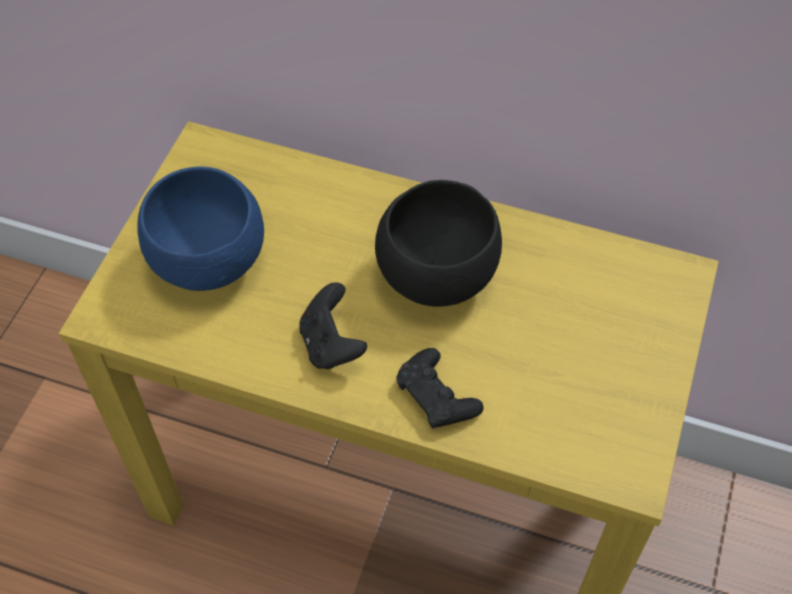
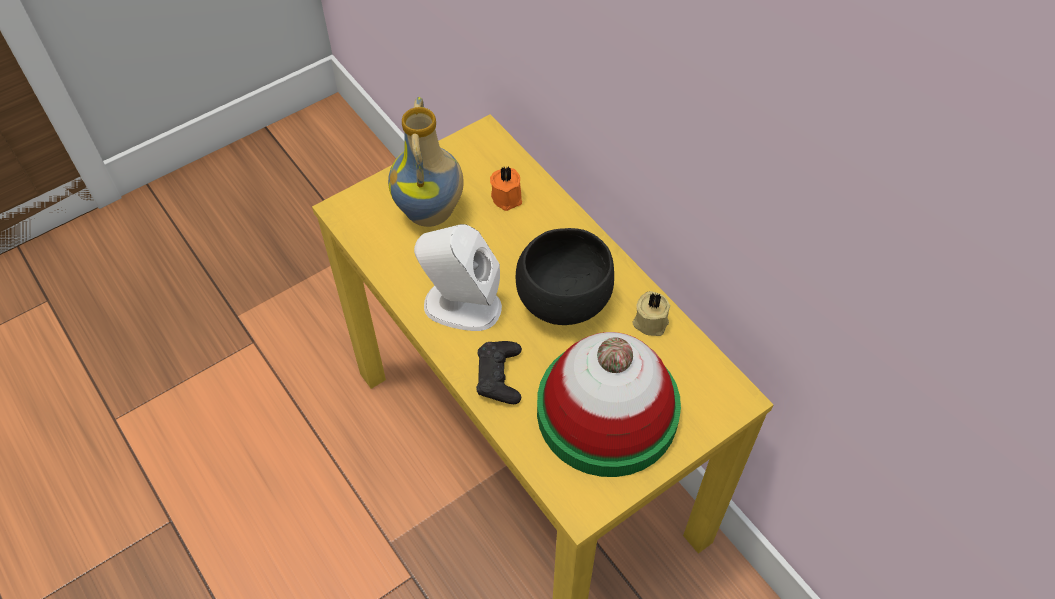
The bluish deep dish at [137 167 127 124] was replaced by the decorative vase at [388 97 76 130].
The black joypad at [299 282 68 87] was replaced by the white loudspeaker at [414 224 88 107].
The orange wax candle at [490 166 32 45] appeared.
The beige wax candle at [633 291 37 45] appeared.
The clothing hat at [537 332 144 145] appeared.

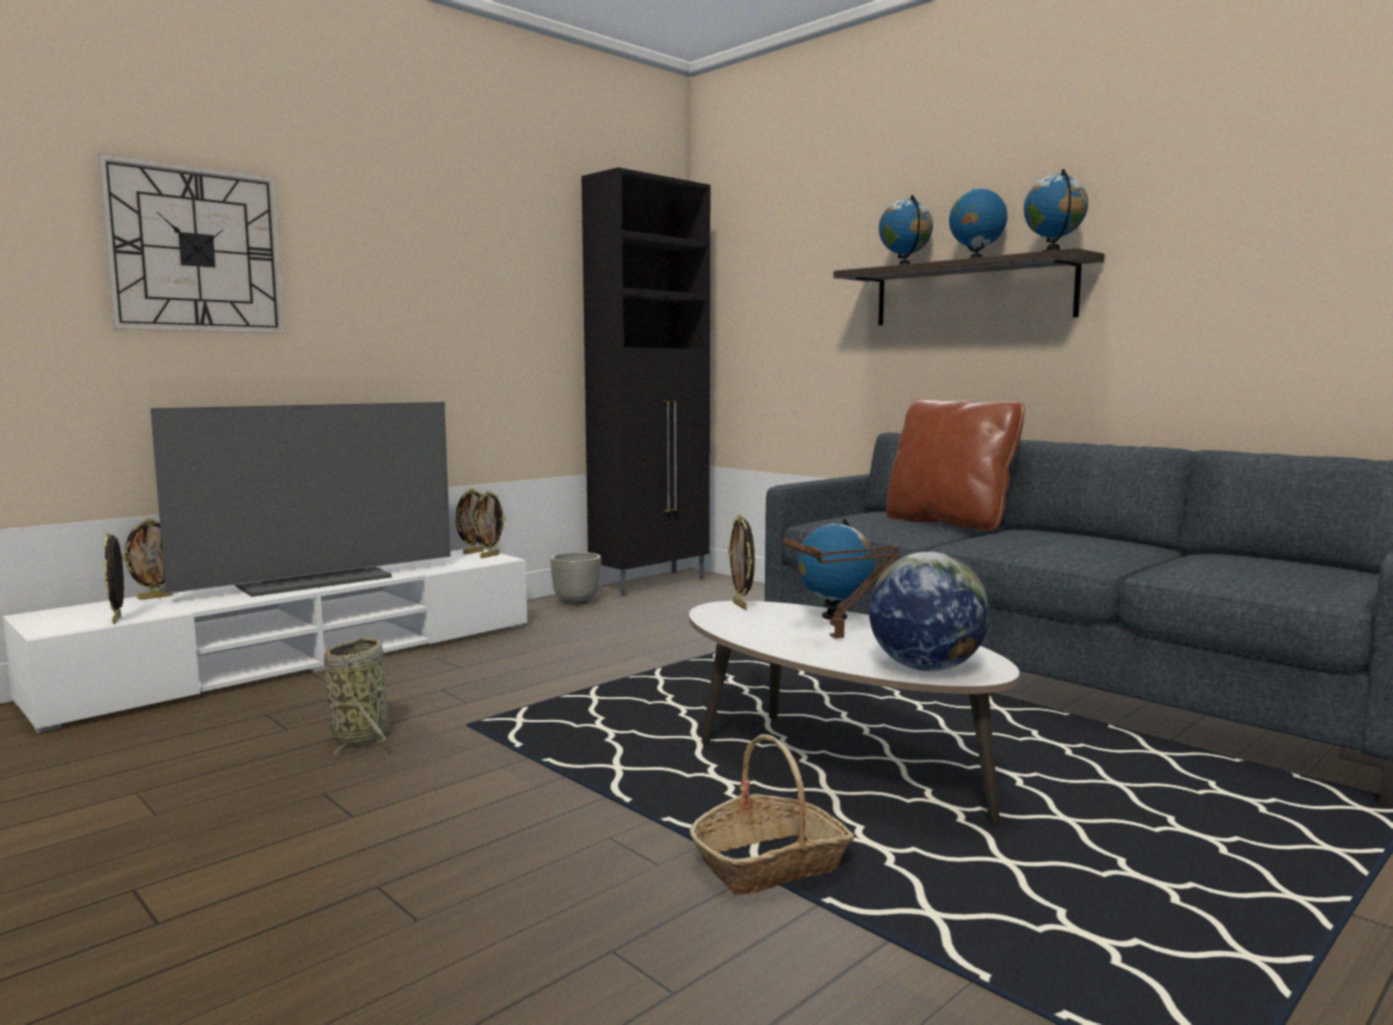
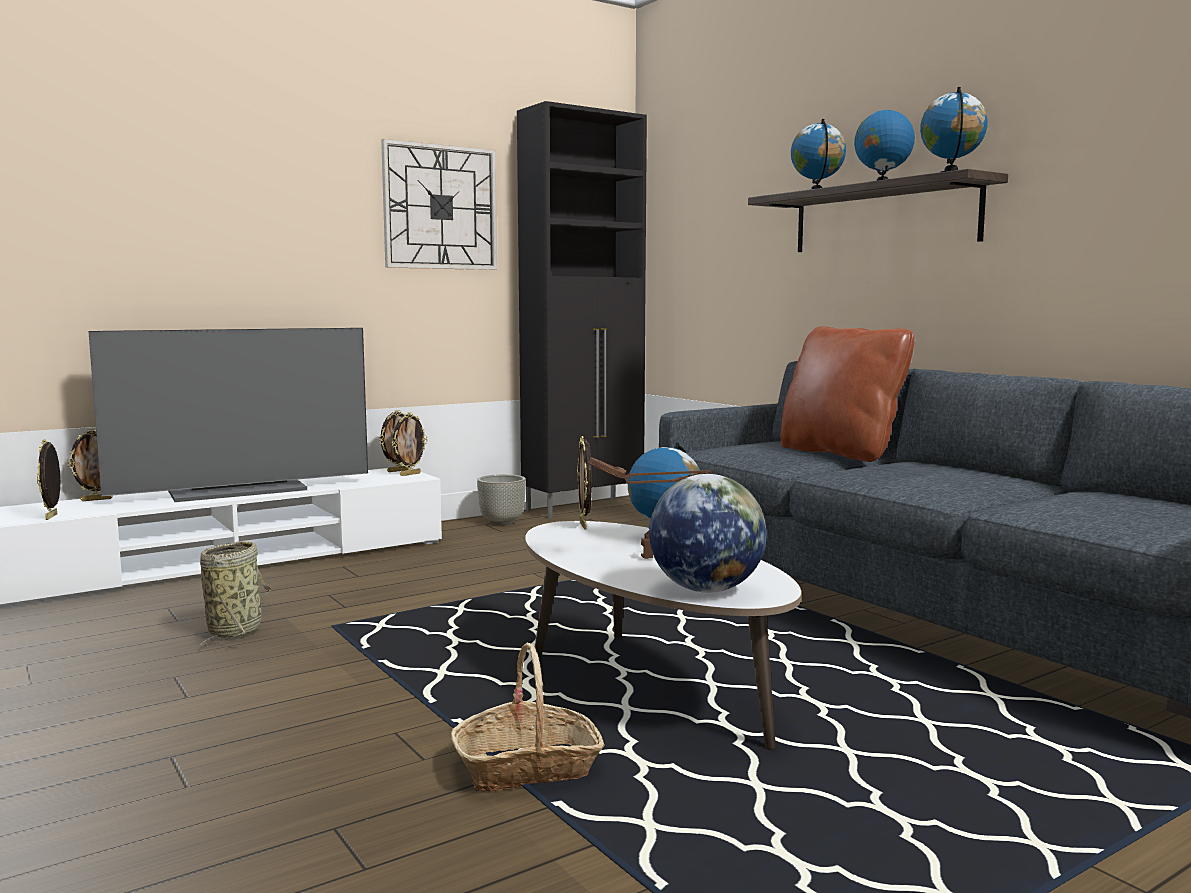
The clock on the wall moved from [97 153 188 181] to [381 139 116 131].

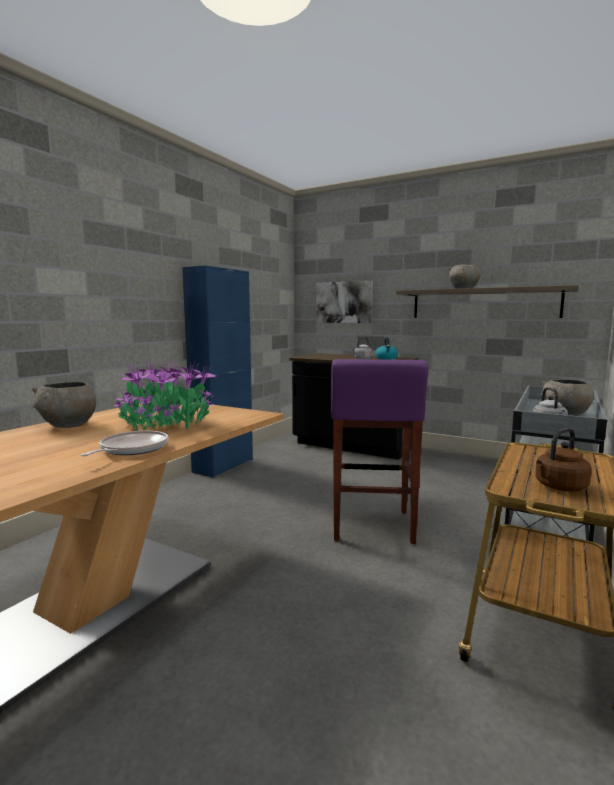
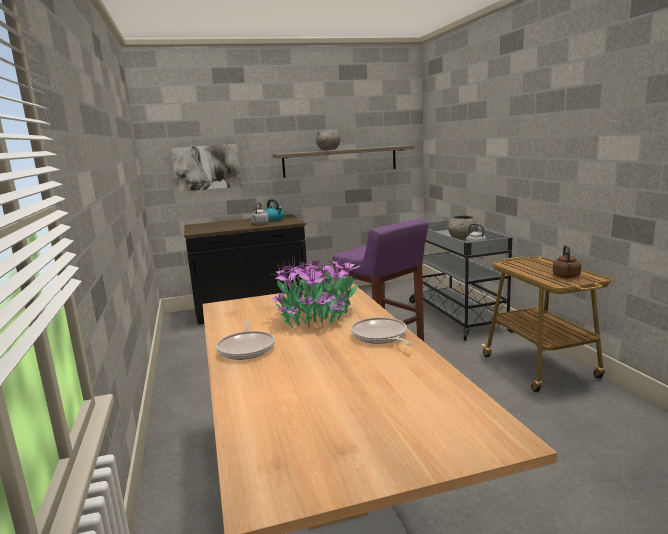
The bluish cupboard at [182 265 71 213] disappeared.
The greyish deep dish at [32 382 64 46] was replaced by the skillet at [216 319 59 41].

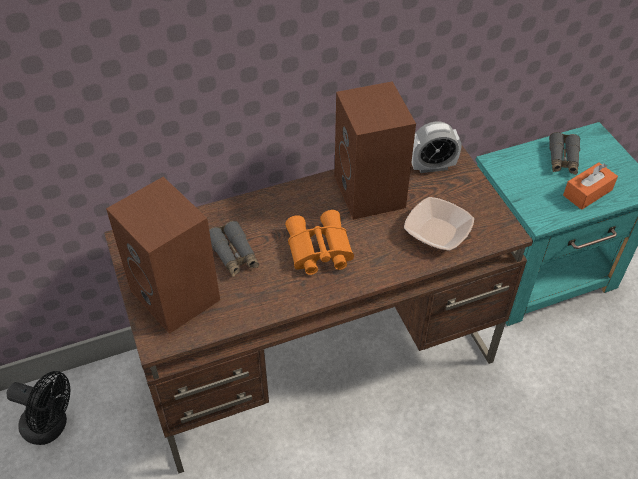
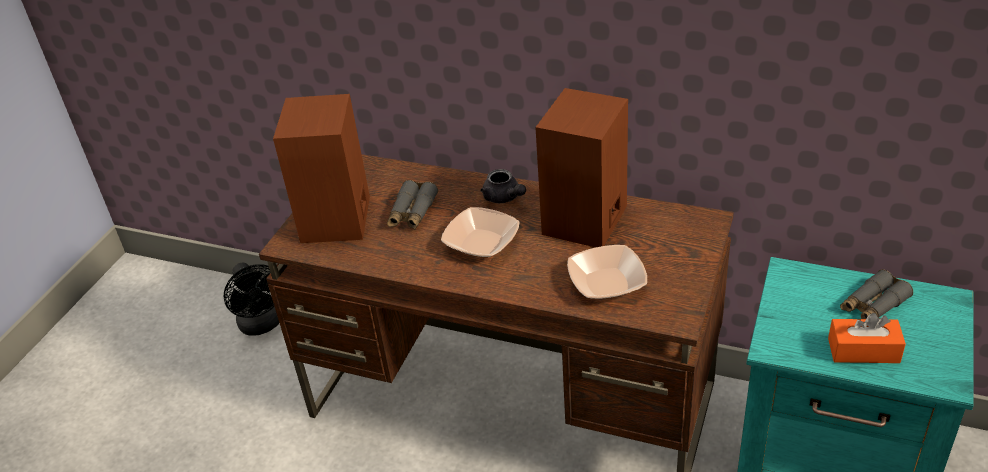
The alarm clock at [411 122 50 51] disappeared.
The orange field glasses at [285 210 69 65] was replaced by the deep dish at [441 207 79 51].
The greyish teapot at [480 169 46 34] appeared.

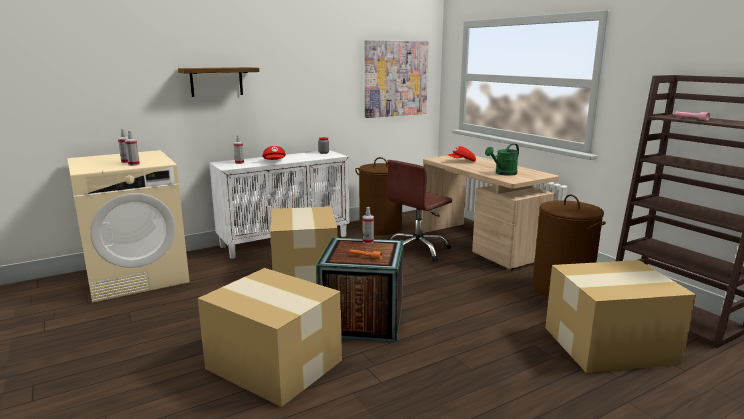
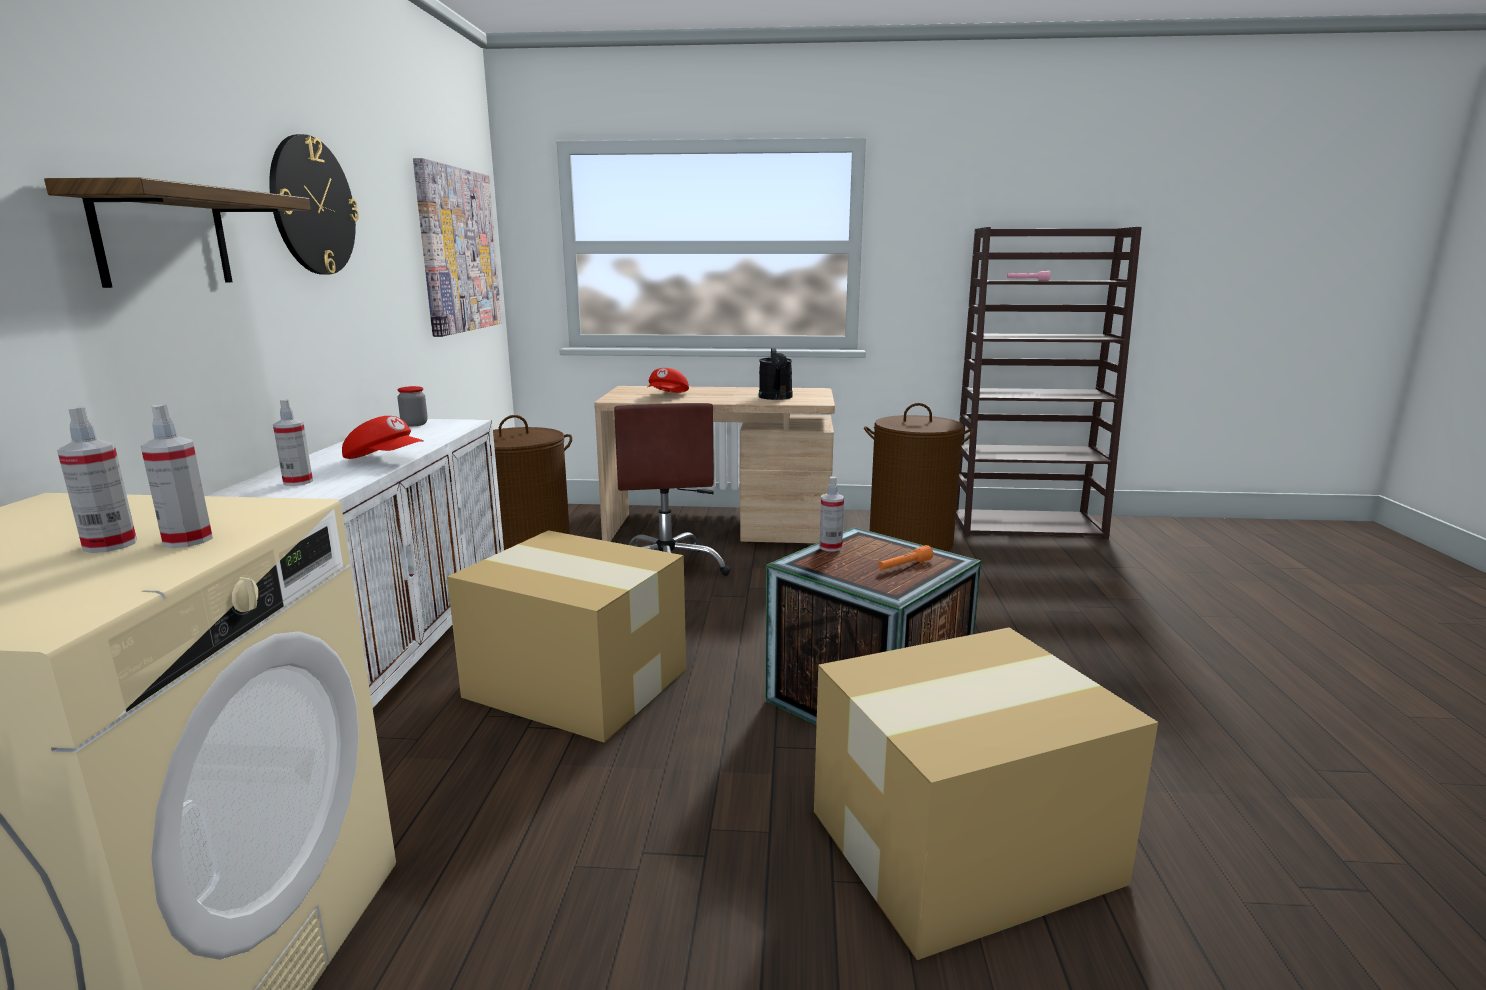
The green sprinkling can at [485 144 34 32] became the black sprinkling can at [759 347 33 53].
The carton at [545 260 151 113] disappeared.
The clock on the wall at [269 134 90 141] appeared.

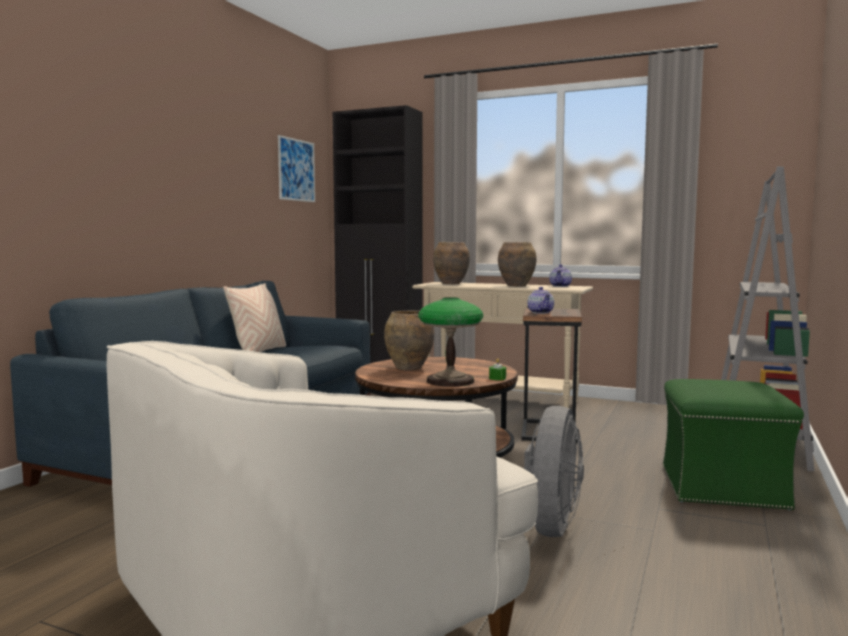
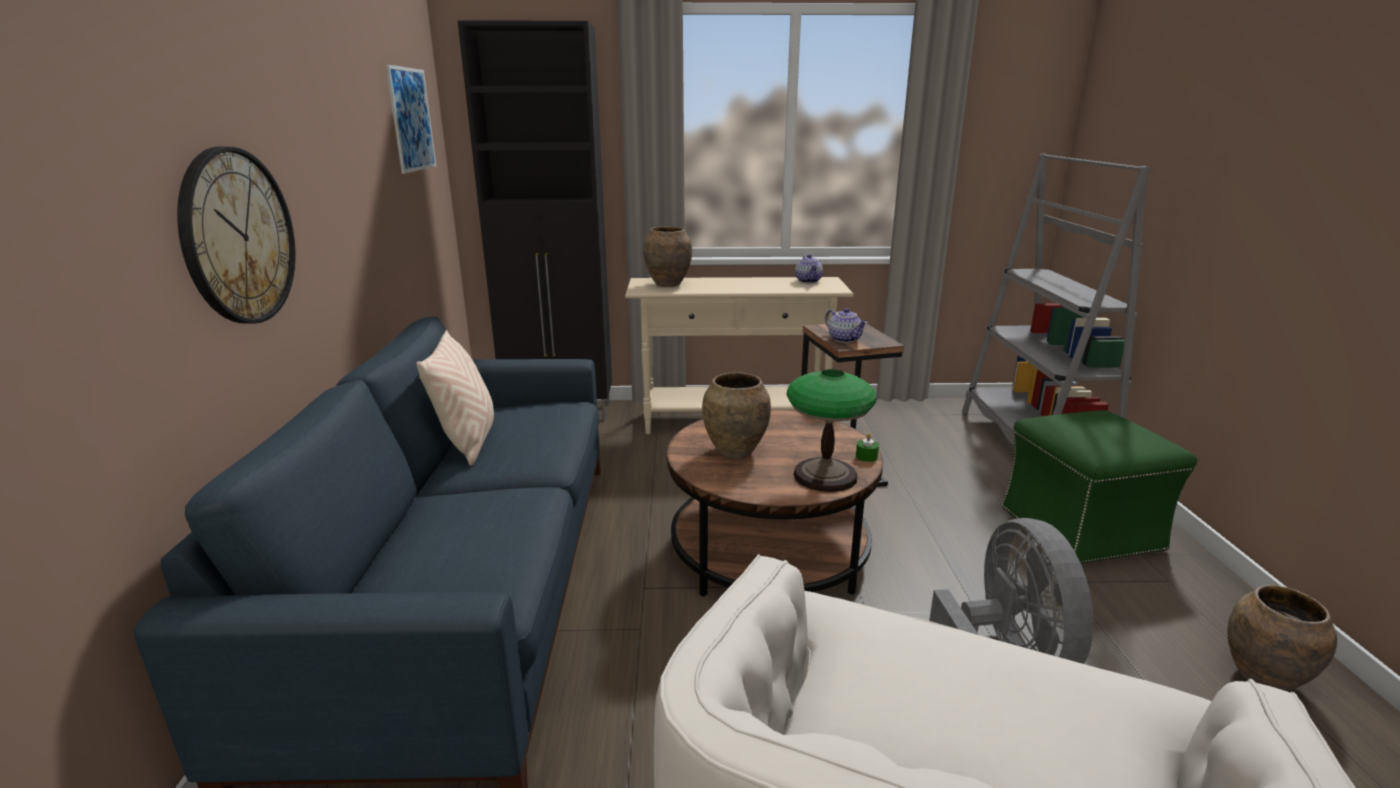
The brown decorative vase moved from [498 242 39 45] to [1228 585 109 106].
The clock on the wall at [177 147 118 177] appeared.

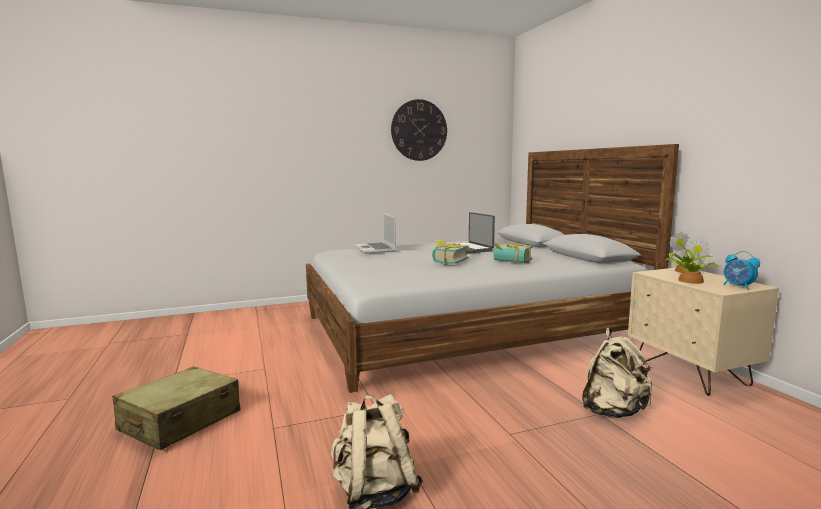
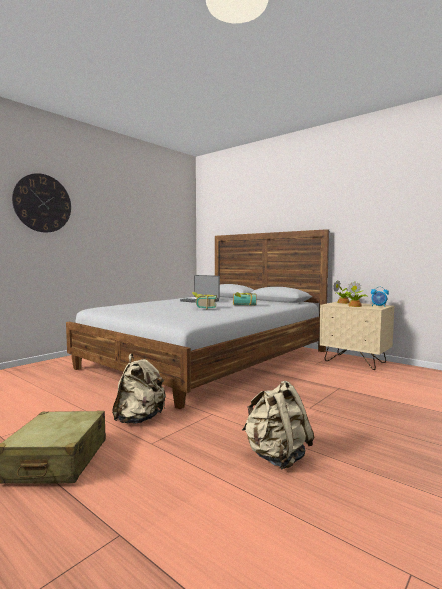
The clock on the wall moved from [391 99 56 62] to [12 173 59 60].
The portable computer at [355 213 41 41] disappeared.
The beige rucksack moved from [582 328 70 90] to [112 353 54 71].

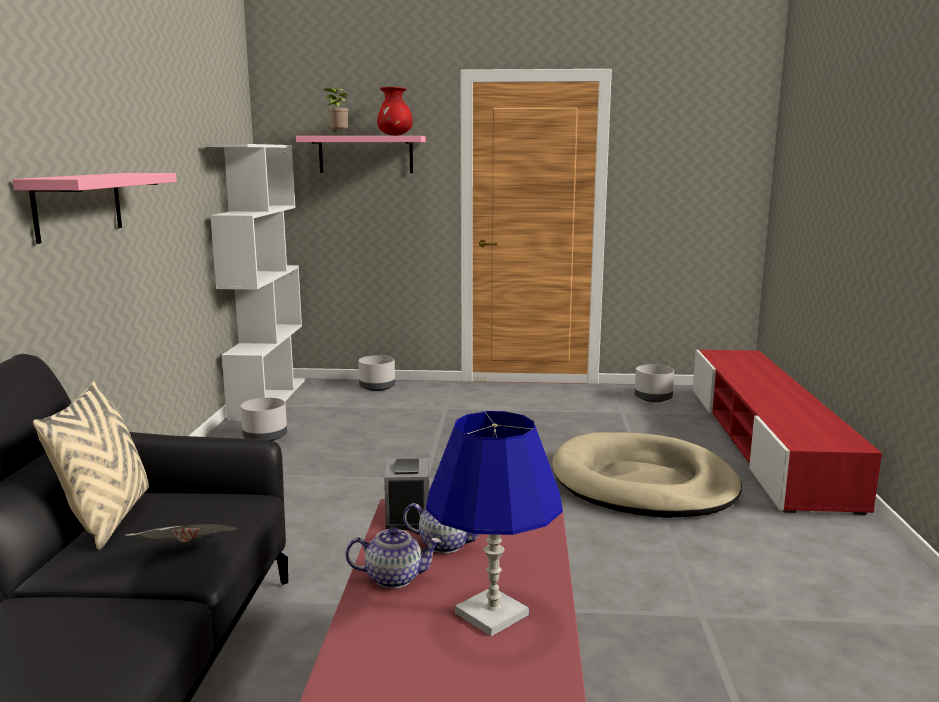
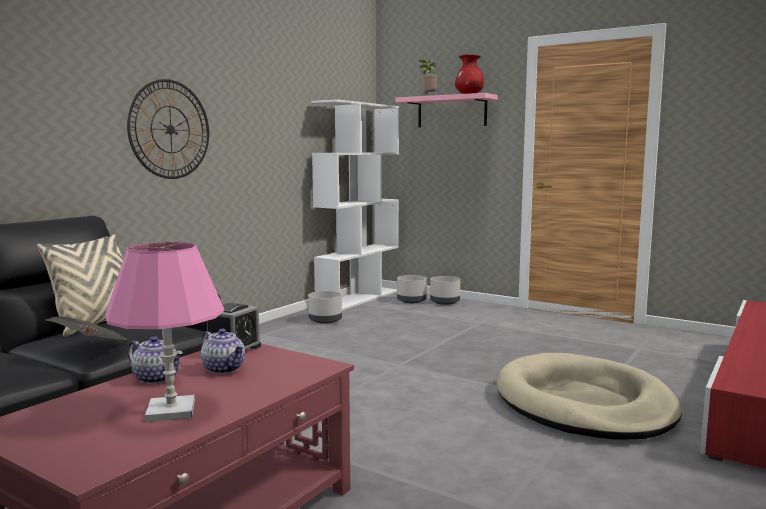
The pink-coloured bracket shelf at [12 173 165 71] was replaced by the clock on the wall at [127 79 82 100].
The greyish planter moved from [635 365 39 37] to [397 275 30 28].
The bluish lamp for a table at [426 411 137 225] became the pink-coloured lamp for a table at [105 242 119 180].

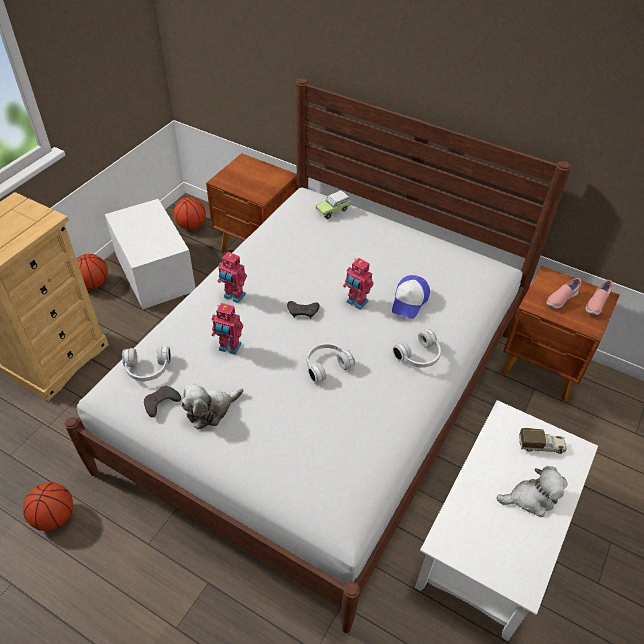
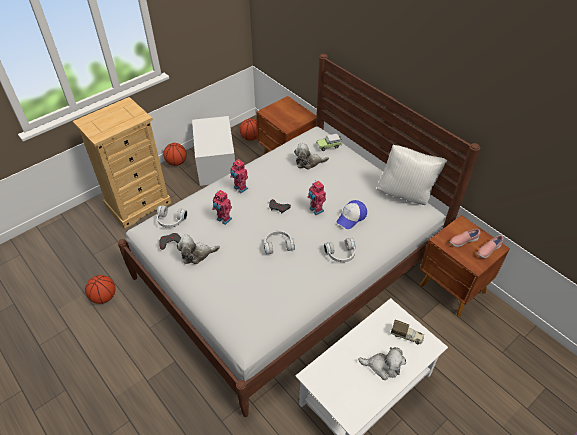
The cuddly toy at [294 143 35 27] appeared.
The white cushion at [377 145 70 60] appeared.

